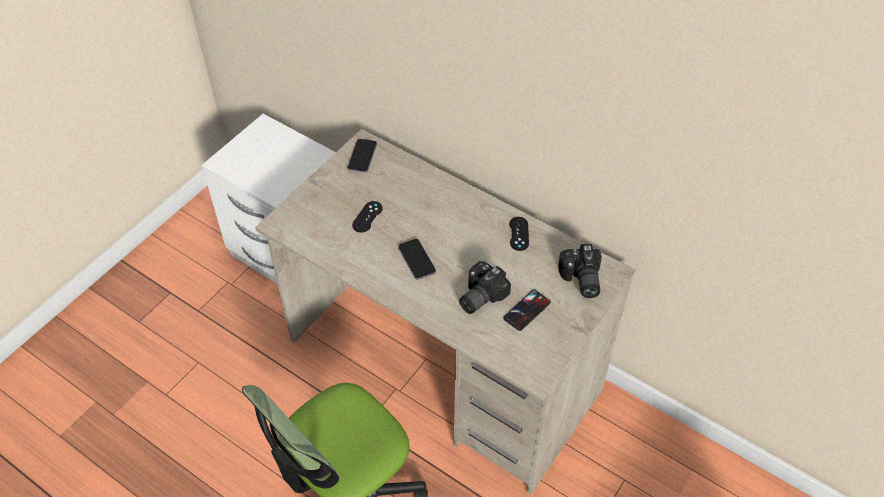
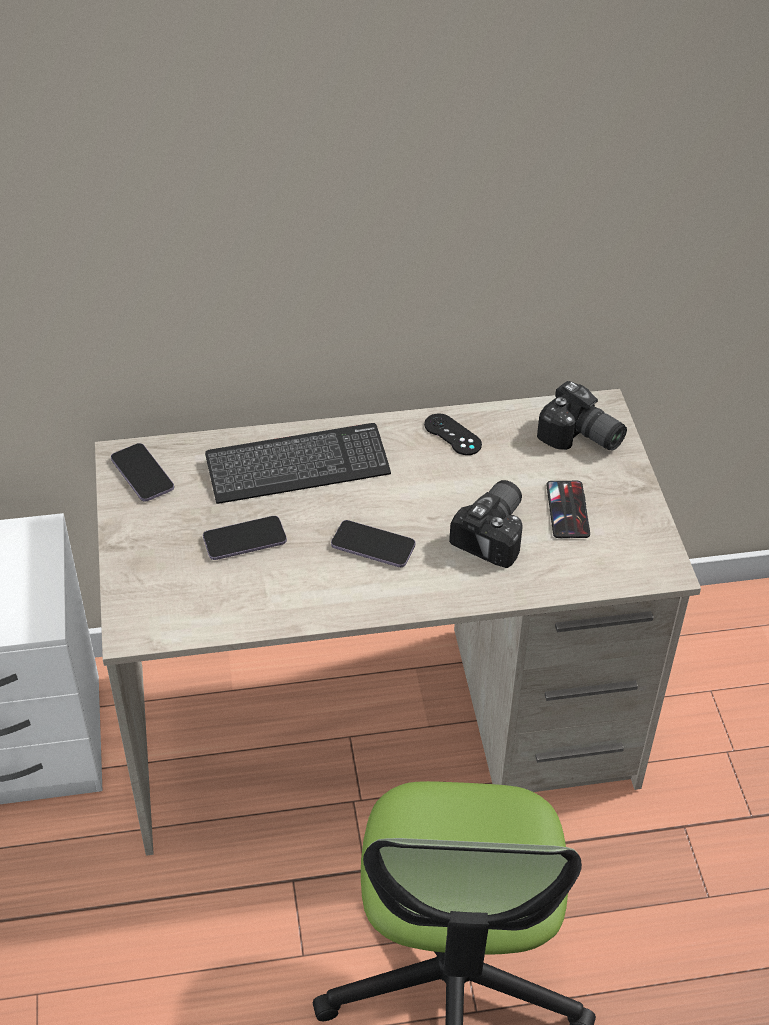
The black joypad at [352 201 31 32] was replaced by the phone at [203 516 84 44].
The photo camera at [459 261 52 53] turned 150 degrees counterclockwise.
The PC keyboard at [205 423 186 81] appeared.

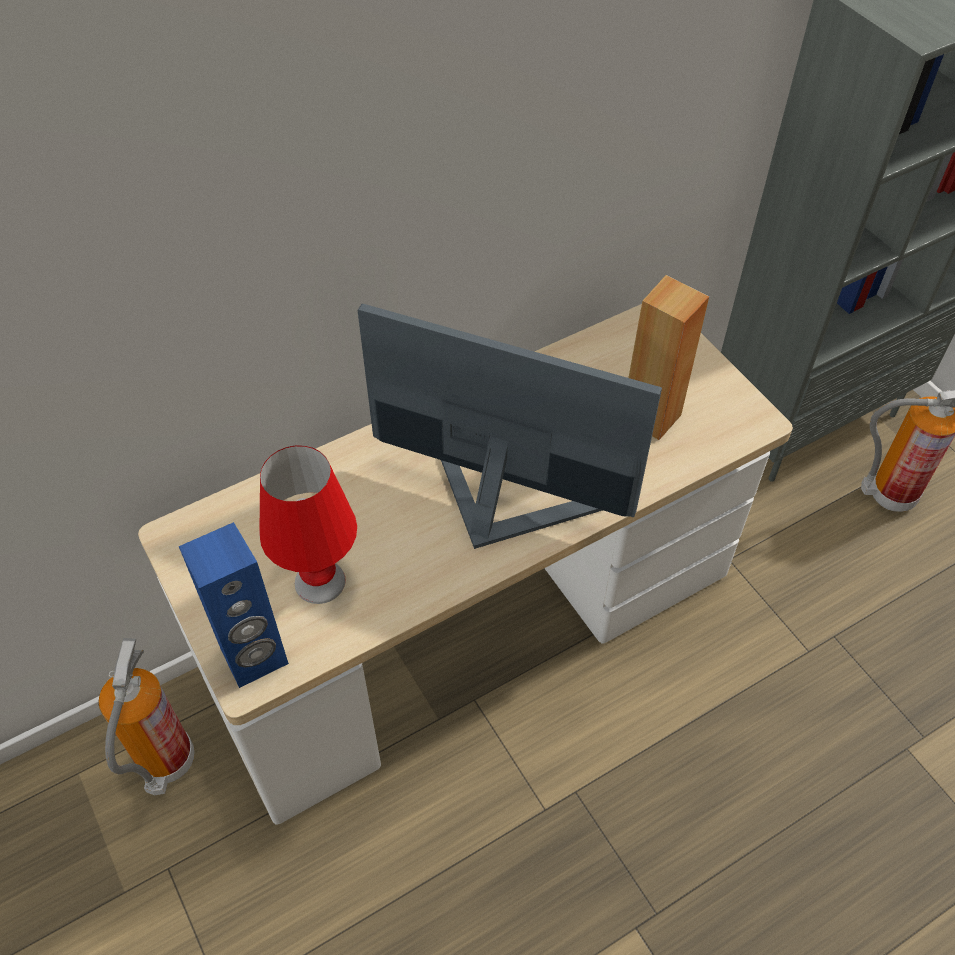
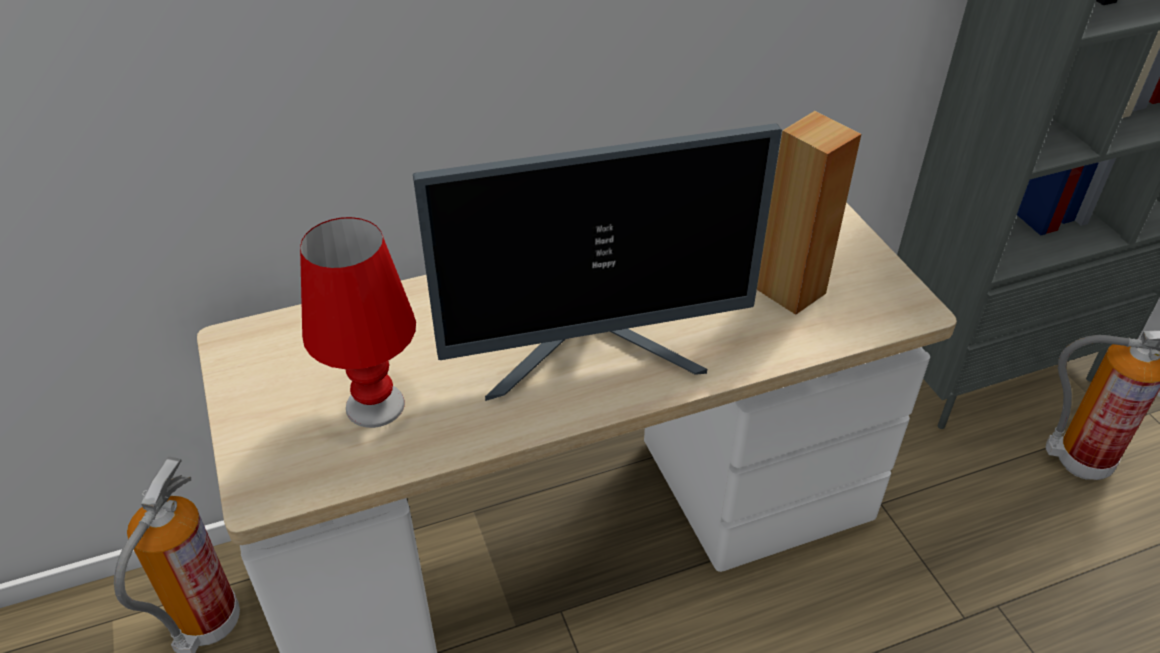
The monitor at [358 304 304 245] turned 135 degrees clockwise.
The bluish loudspeaker at [179 522 110 166] disappeared.

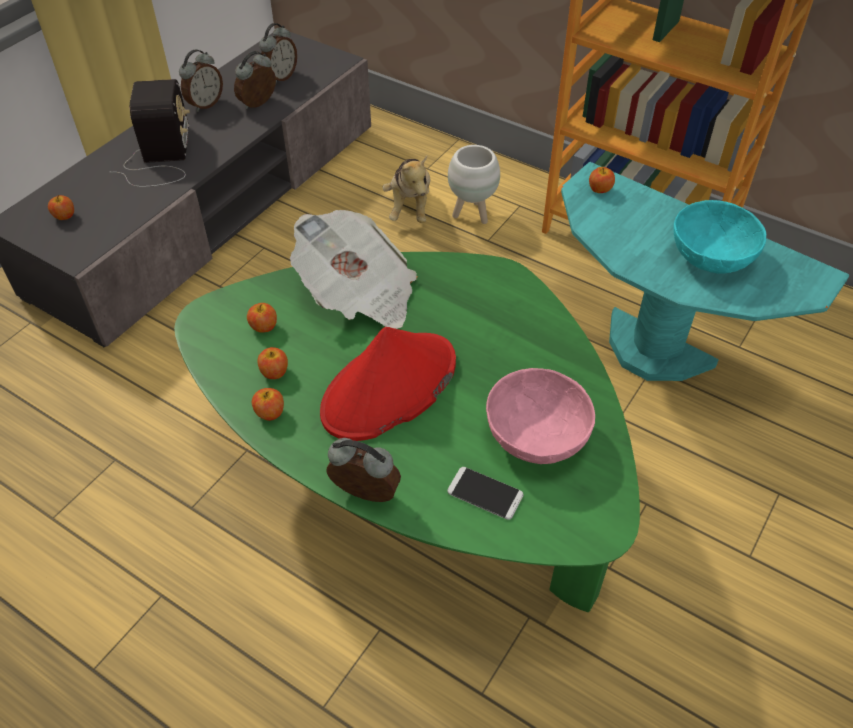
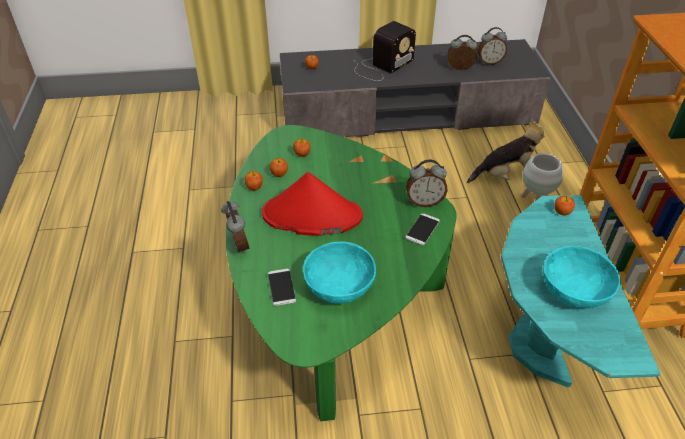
The alarm clock moved from [179 49 44 63] to [406 160 41 47].
The cuddly toy at [383 156 47 67] turned 150 degrees counterclockwise.
The daily paper at [290 210 127 119] disappeared.
The pink-coloured deep dish at [486 368 109 96] became the blue-green deep dish at [303 241 73 63].
The phone at [405 213 35 32] appeared.

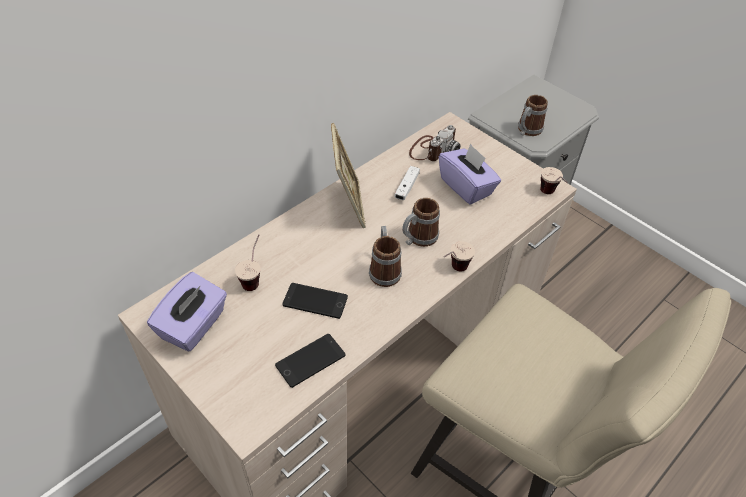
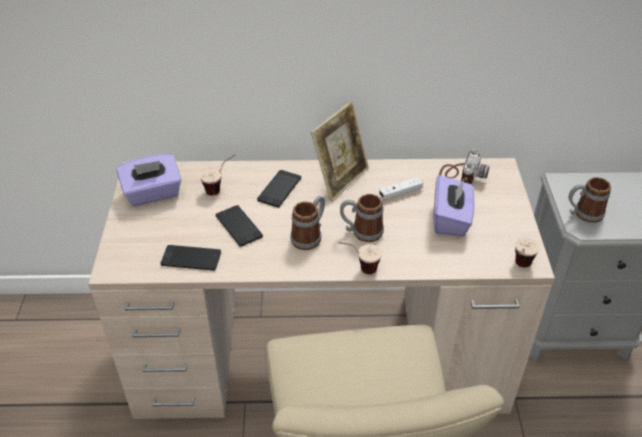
The photo camera at [409 125 52 36] turned 60 degrees counterclockwise.
The phone at [257 170 44 37] appeared.

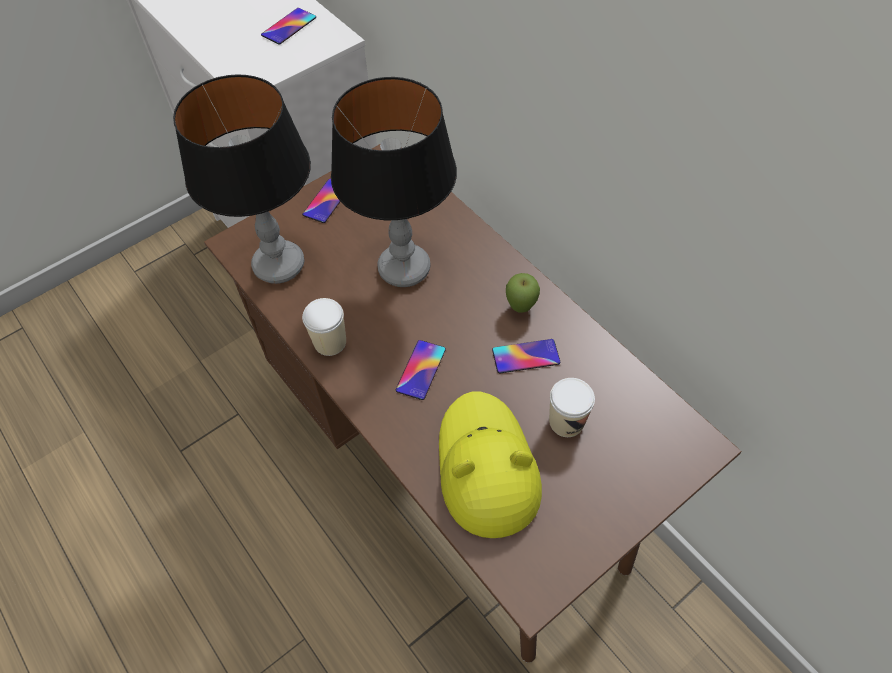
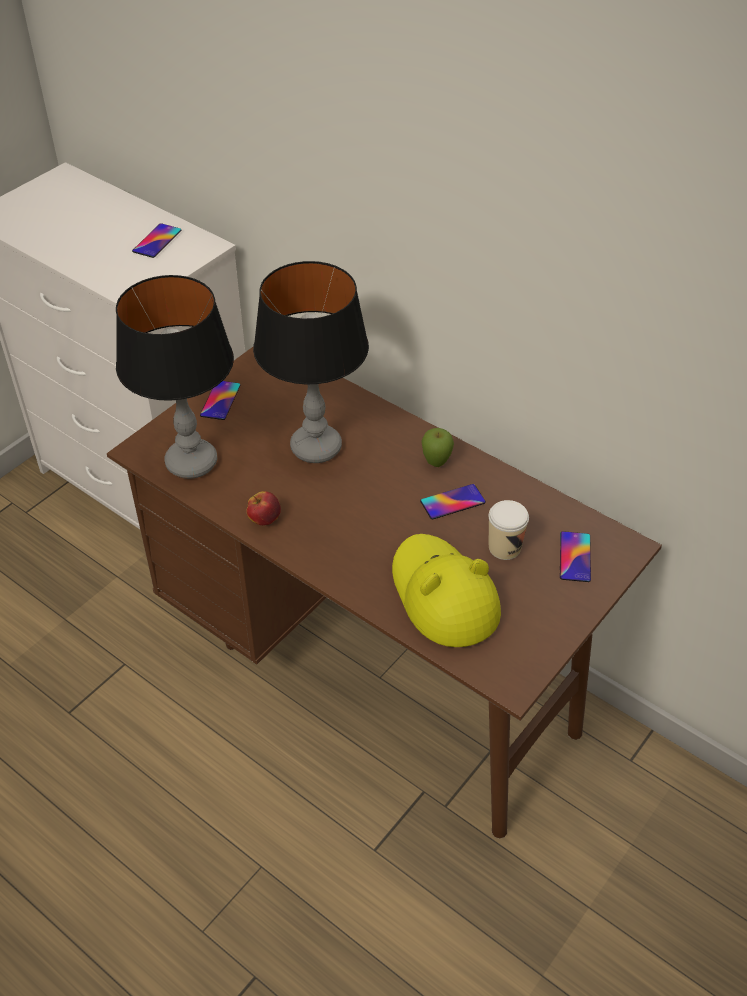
The drinking cup at [302 298 44 58] was replaced by the apple at [246 491 35 34].
The phone moved from [396 340 50 60] to [560 531 31 51].

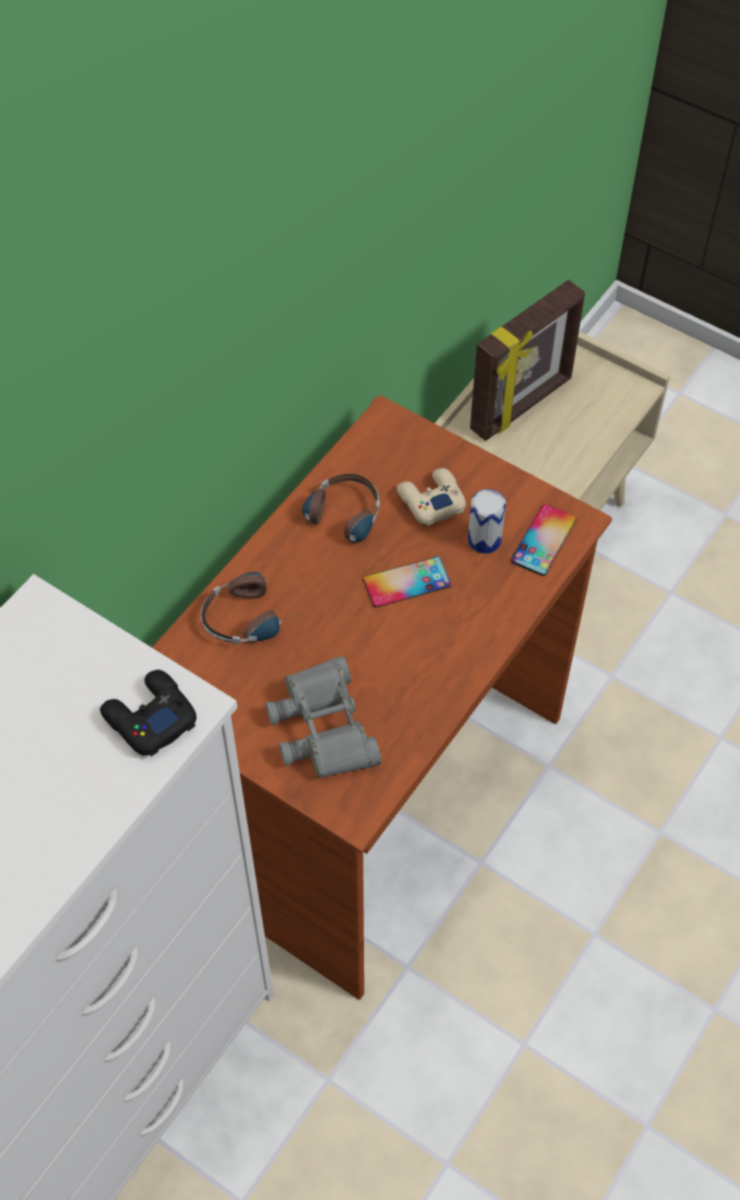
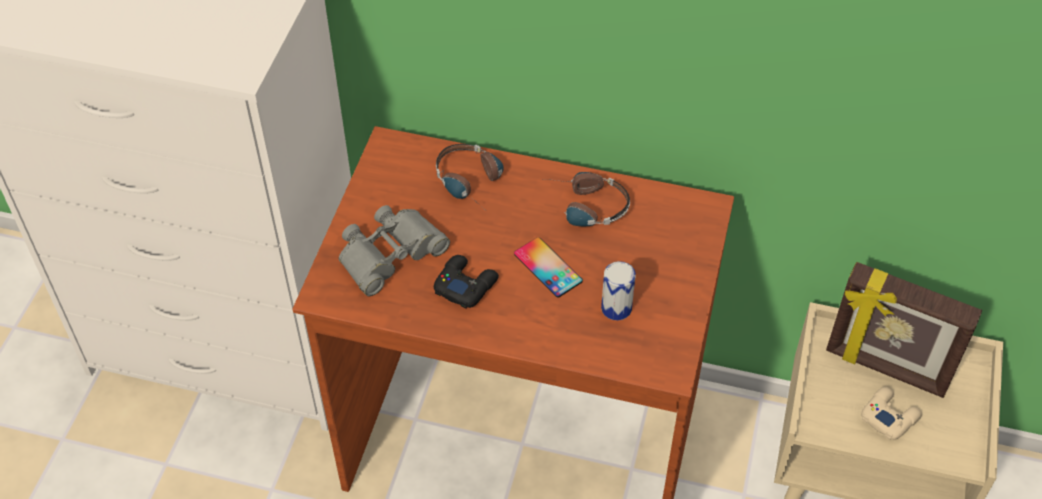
The beige joypad moved from [397 468 69 58] to [861 386 61 54].
The phone at [511 504 66 72] disappeared.
The black joypad moved from [100 670 97 87] to [434 255 65 54].

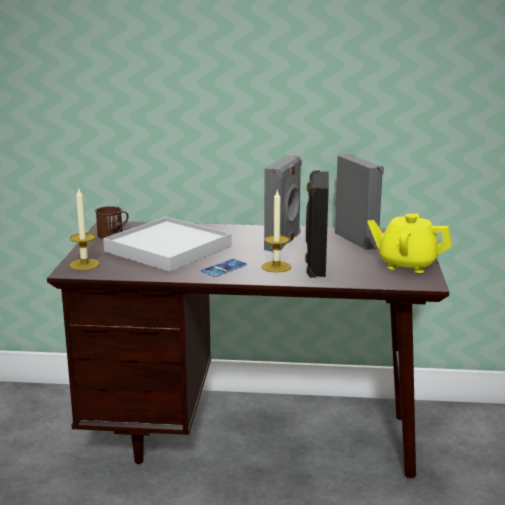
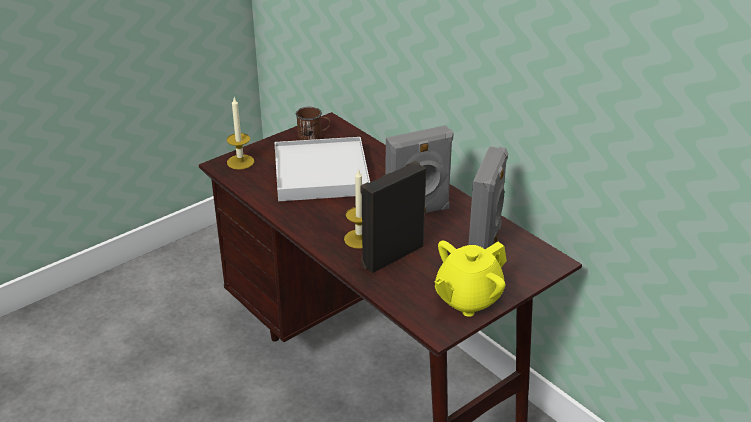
The yellow-coloured teapot at [368 213 84 60] turned 105 degrees counterclockwise.
The phone at [201 259 46 18] disappeared.

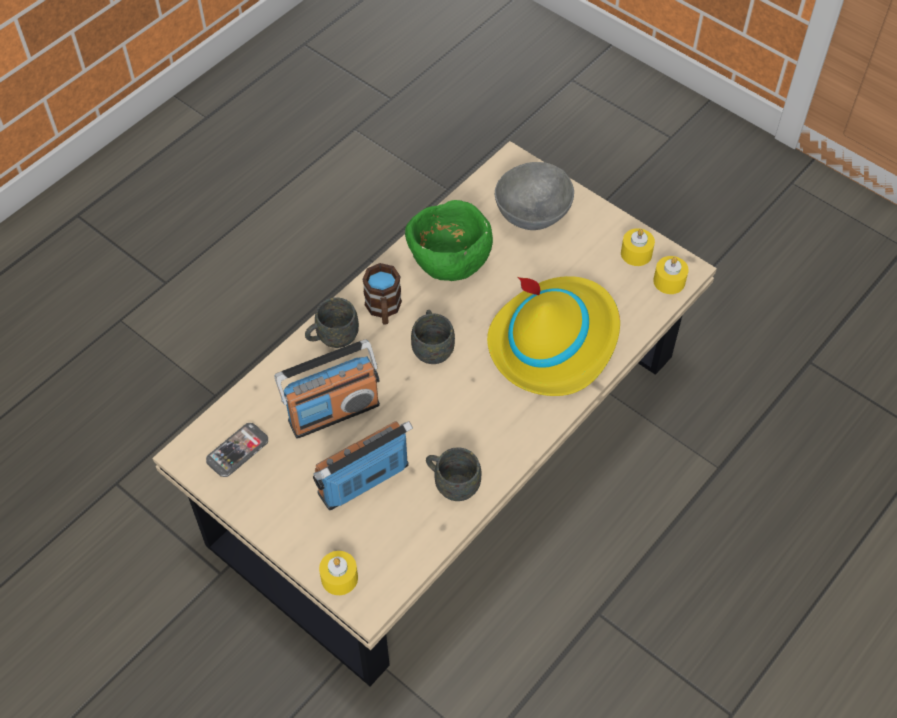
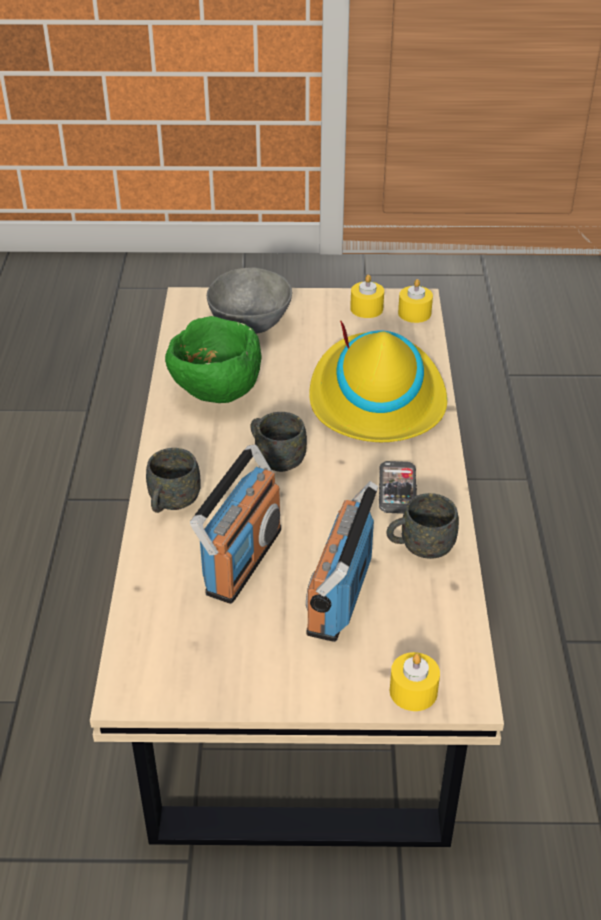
The brown mug at [362 263 40 62] disappeared.
The phone moved from [206 423 62 54] to [379 461 38 53].

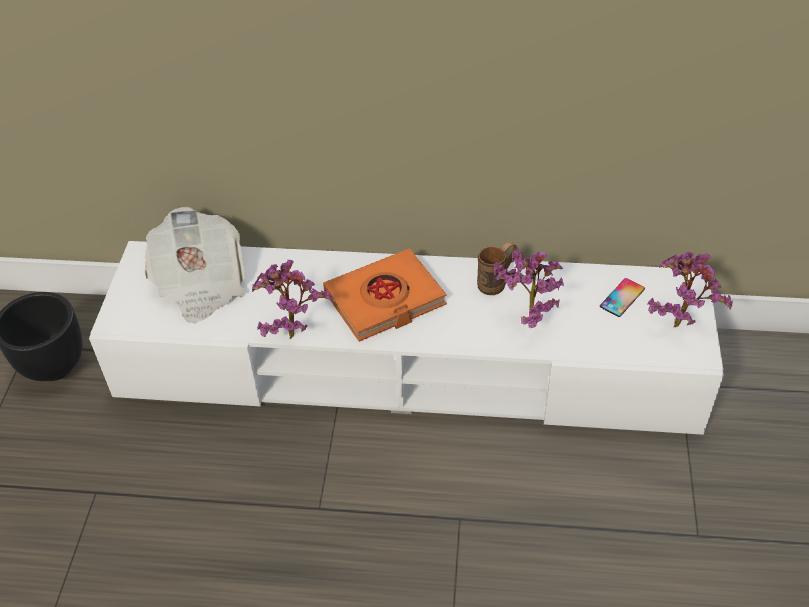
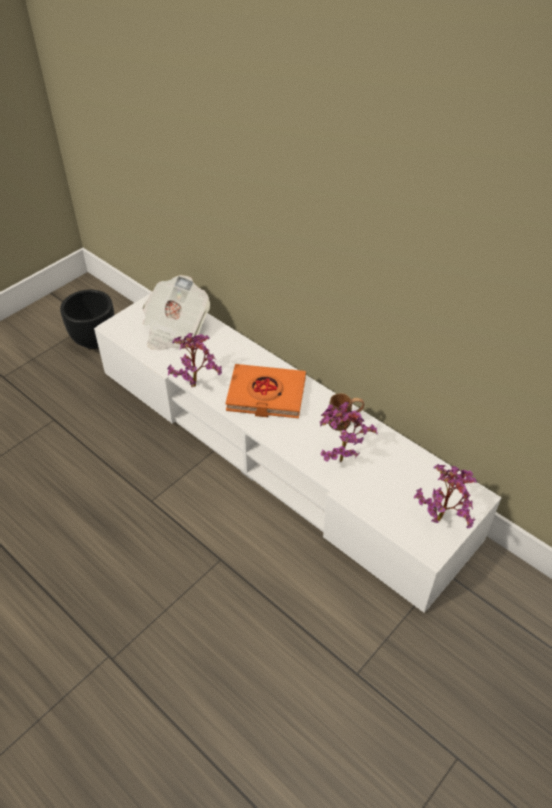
The phone at [600 278 45 39] disappeared.

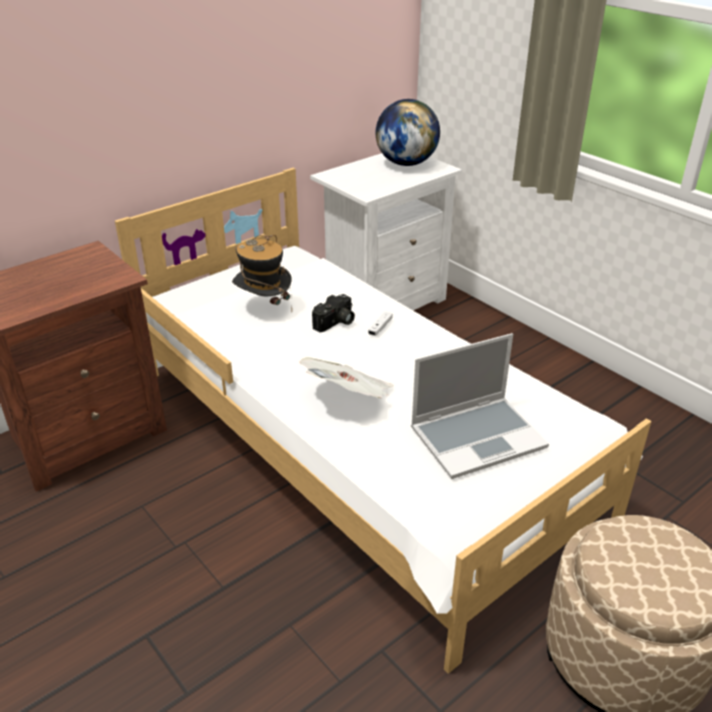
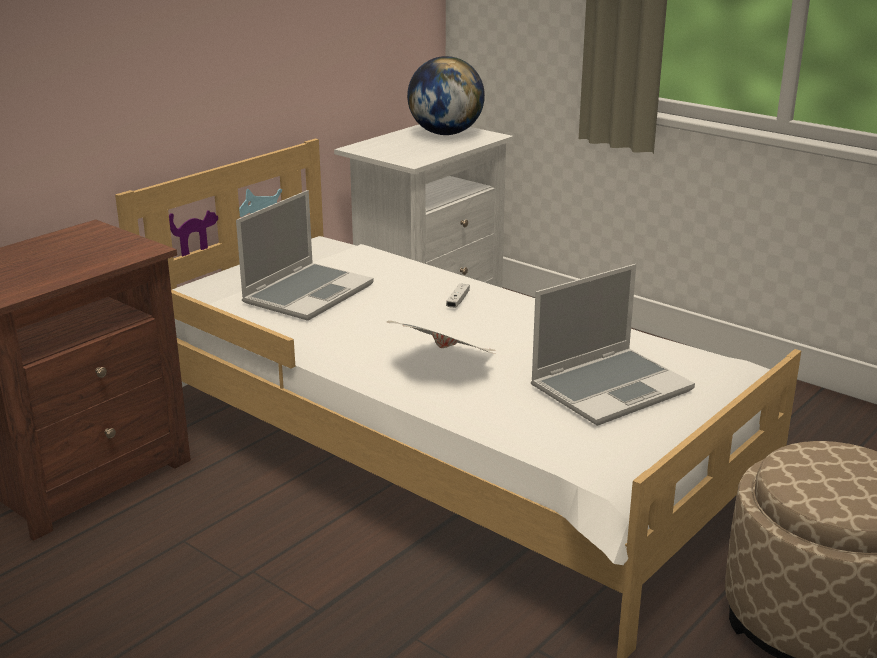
The clothing hat at [232 235 60 77] was replaced by the portable computer at [236 190 138 131].
The photo camera at [312 294 43 38] disappeared.

